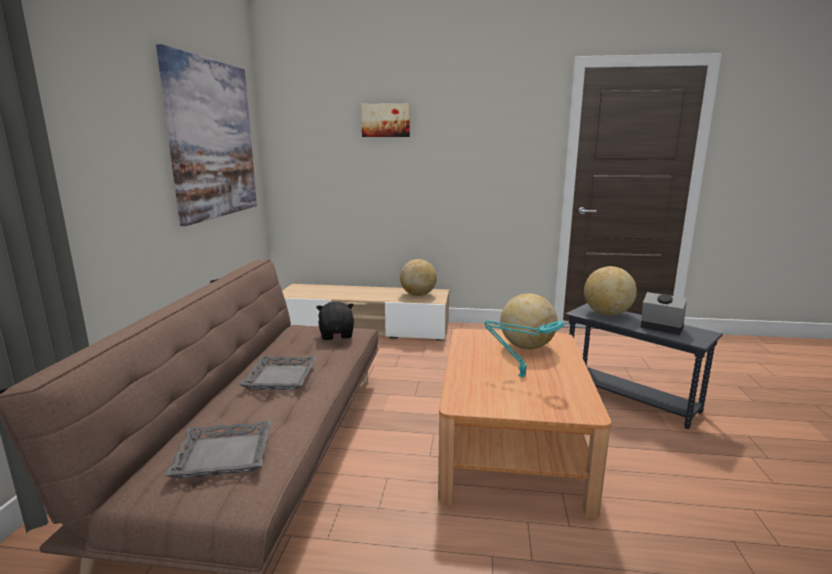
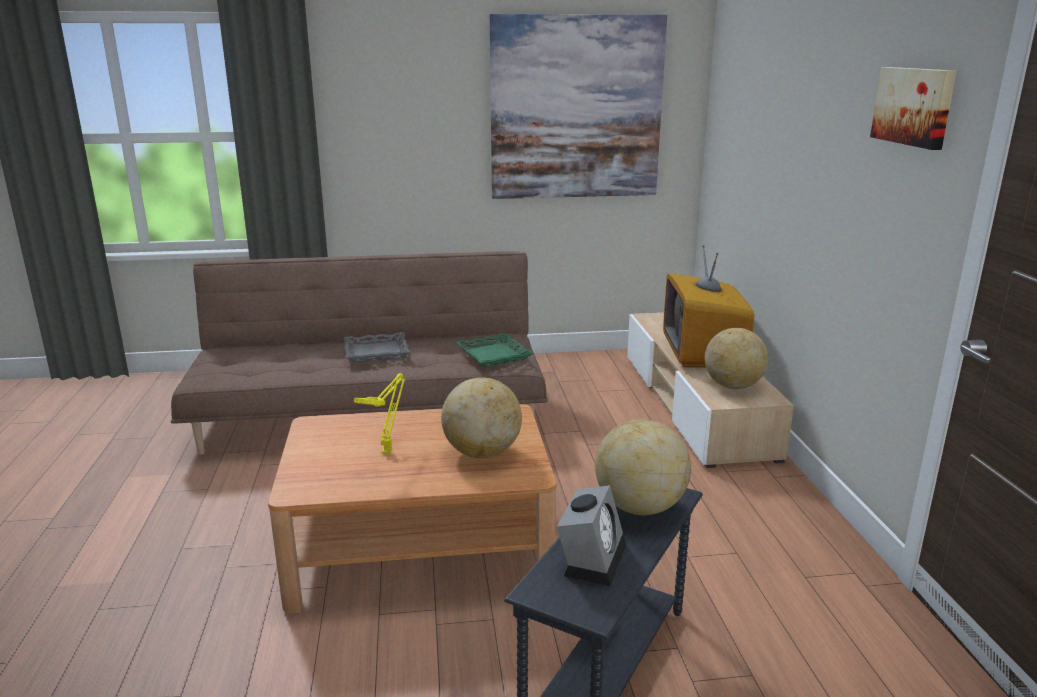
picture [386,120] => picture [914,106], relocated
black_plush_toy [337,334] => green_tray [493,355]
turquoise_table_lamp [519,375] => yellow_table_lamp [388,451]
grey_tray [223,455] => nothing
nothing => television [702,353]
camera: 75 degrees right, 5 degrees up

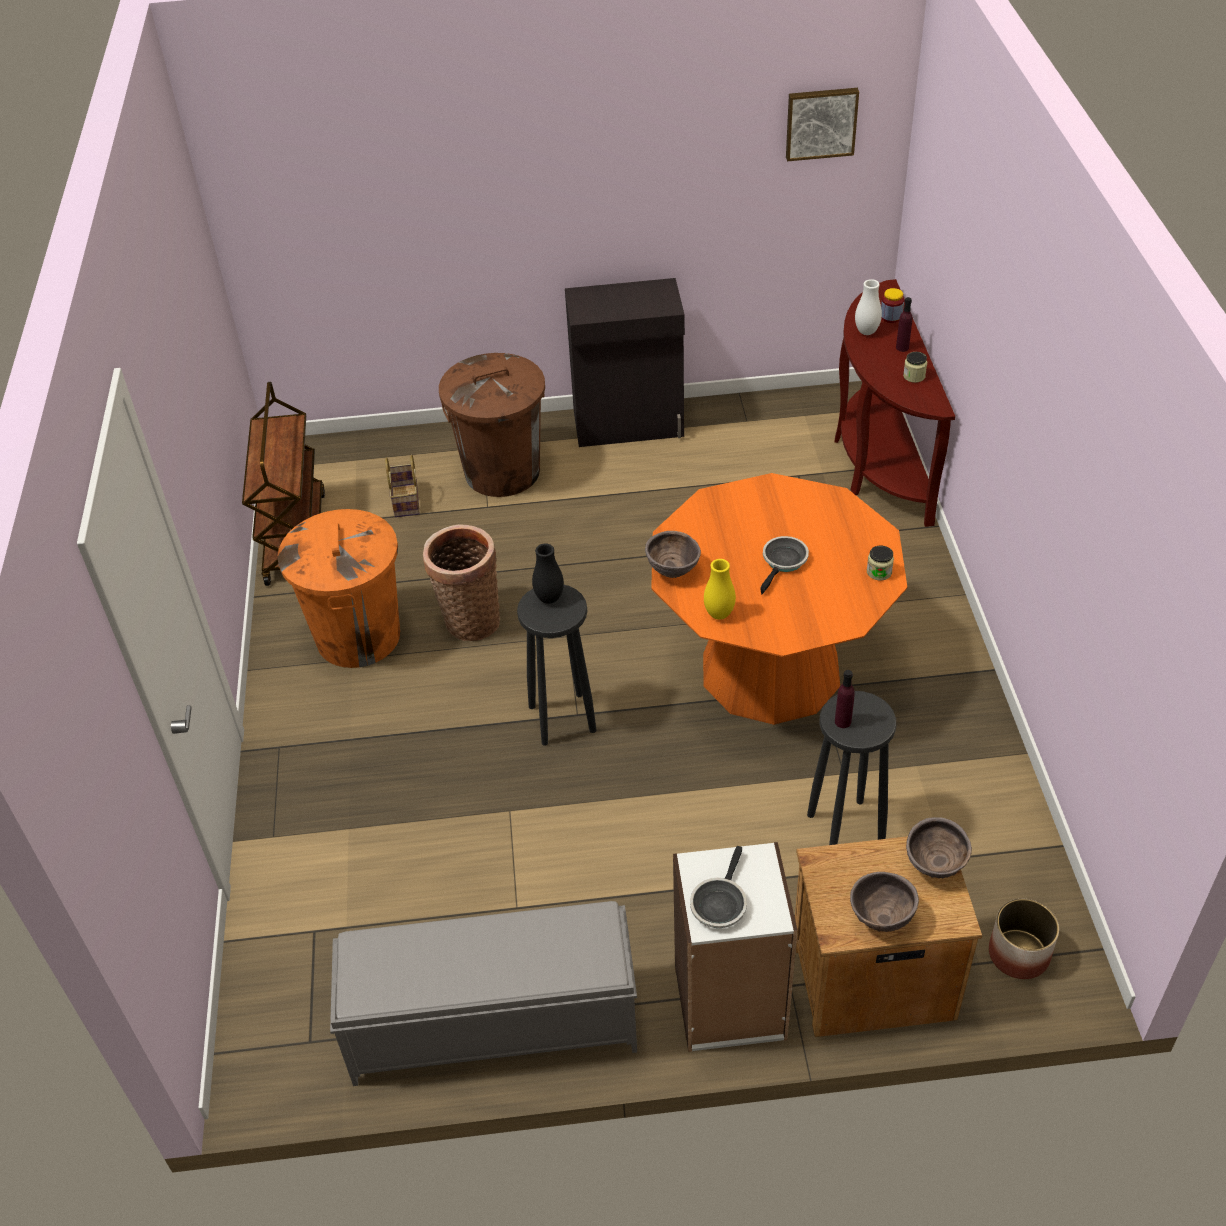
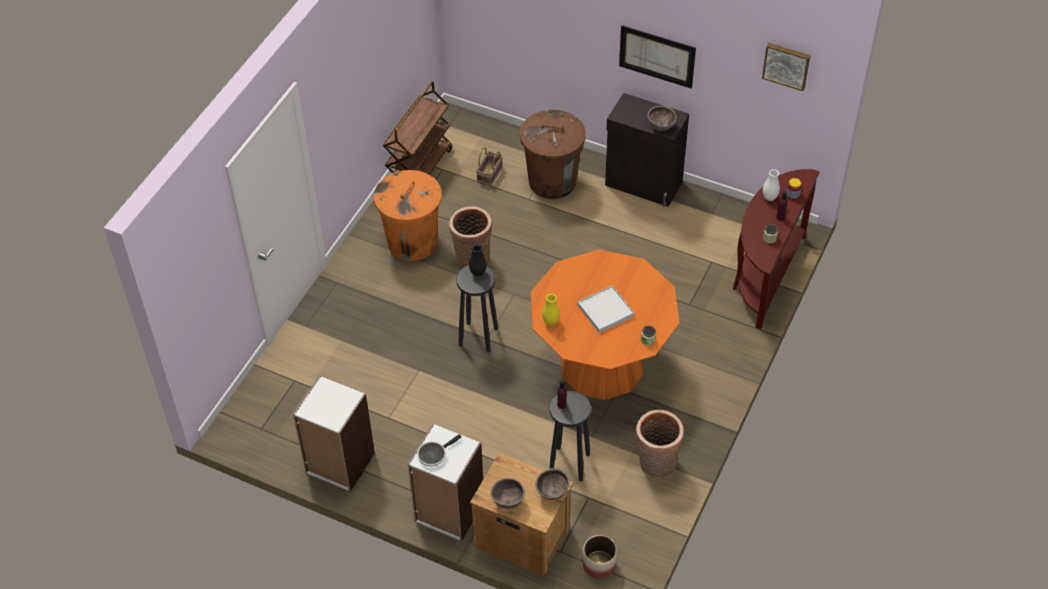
brown_bowl [673,571] => brown_bowl [661,127], relocated
frying_pan [783,562] => white_tray [605,311]
grey_bench [491,1026] => white_bookcase [339,464]
nothing => picture [657,56]
nothing => basket [656,465]
camera: 30 degrees right, 5 degrees up

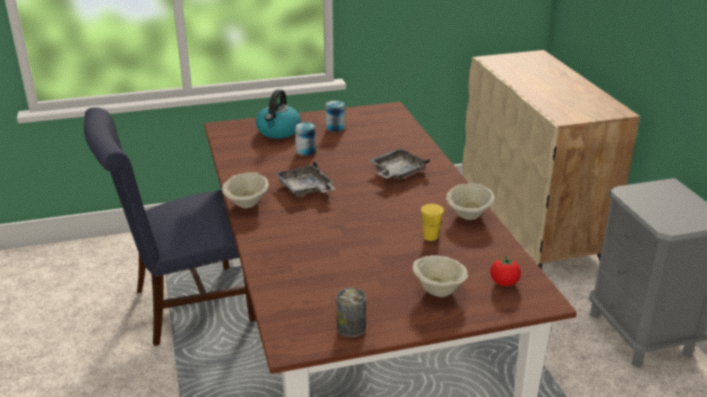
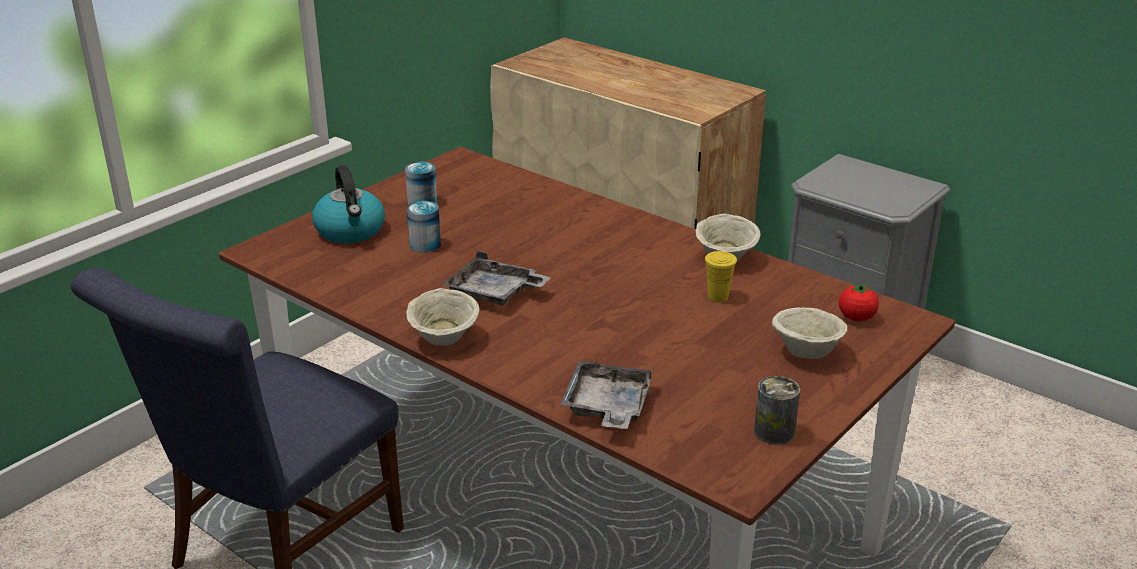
grey_tray [397,172] => grey_tray [607,407], relocated
camera: 35 degrees left, 0 degrees up

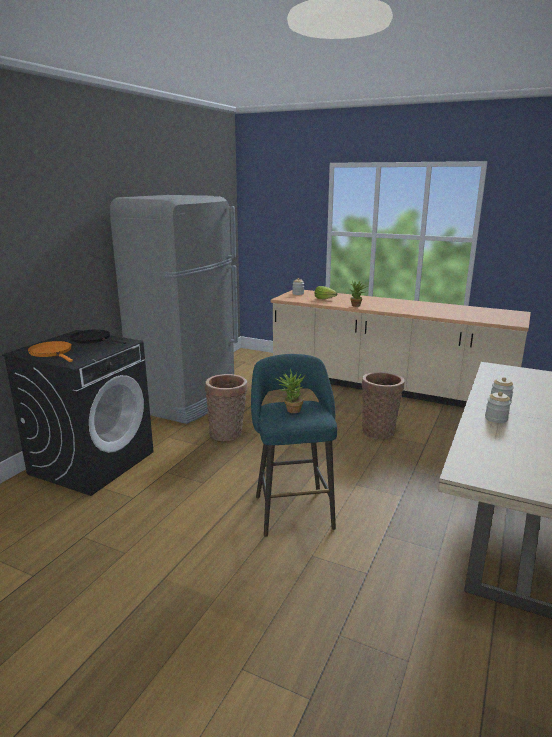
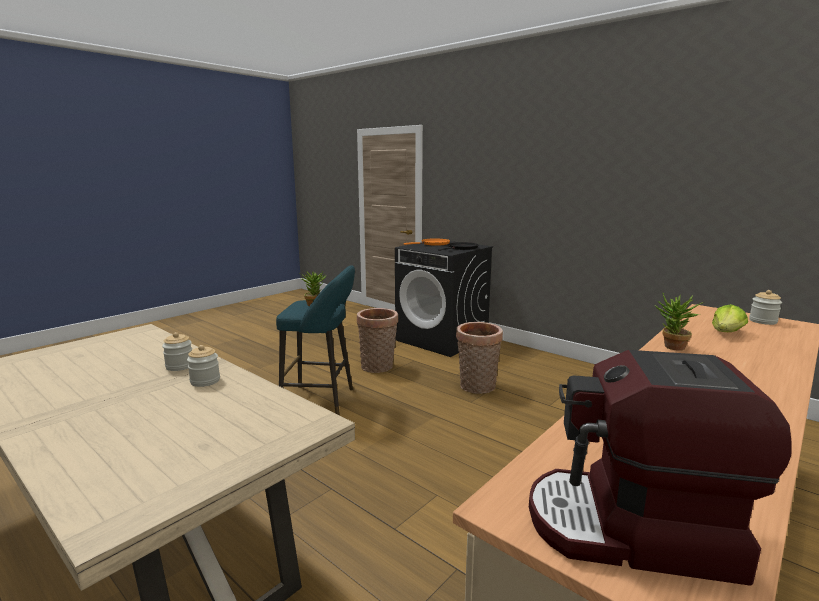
grey_fridge [187,401] => nothing
basket [379,431] => basket [378,367], relocated
nothing => coffee_machine [633,530]
camera: 105 degrees right, 5 degrees down

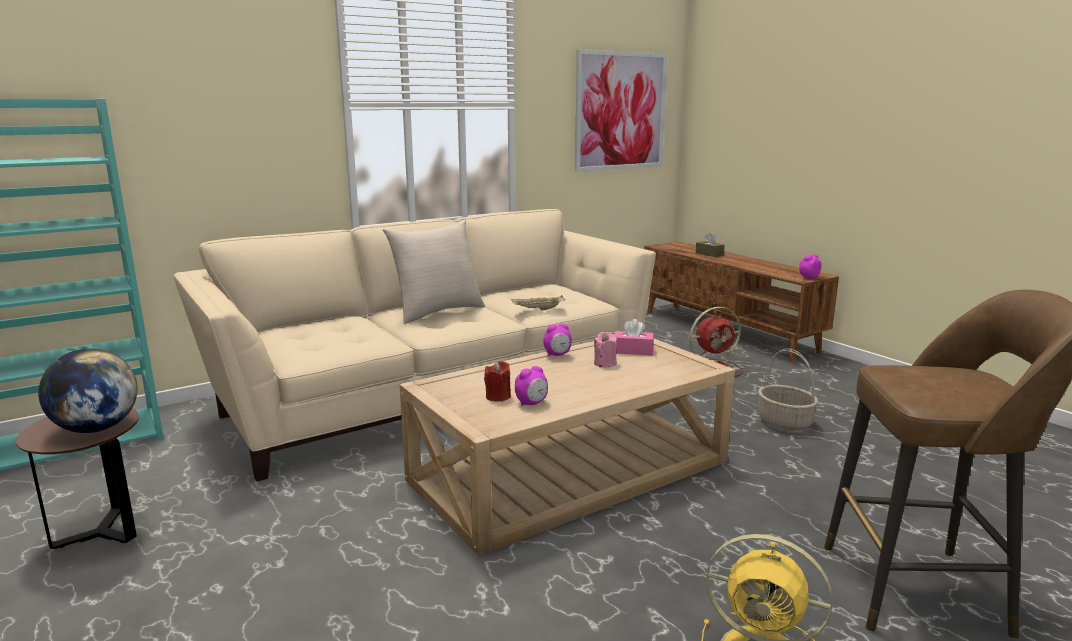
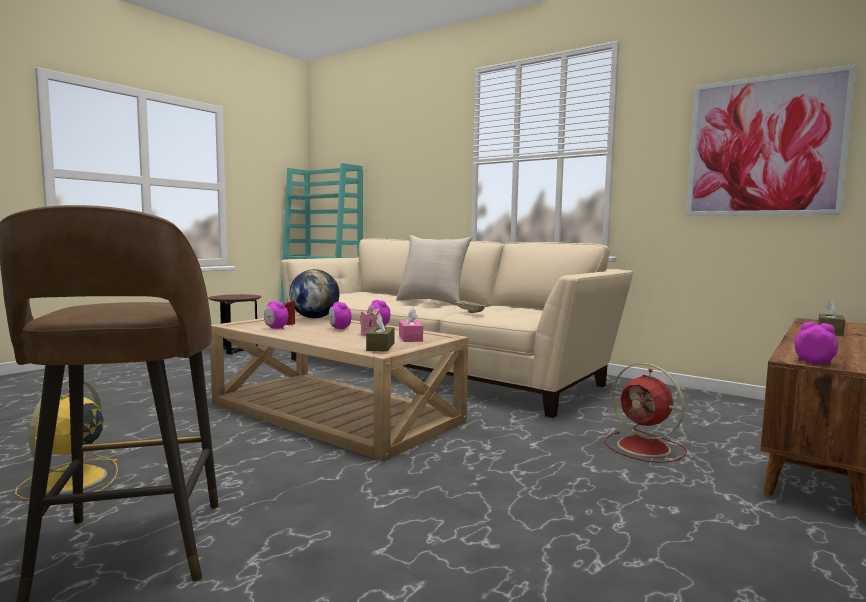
globe [96,429] => globe [314,318], relocated
basket [785,422] => nothing
nothing => alarm_clock [339,329]
nothing => brown_tissue_box [380,347]
camera: 70 degrees right, 10 degrees down

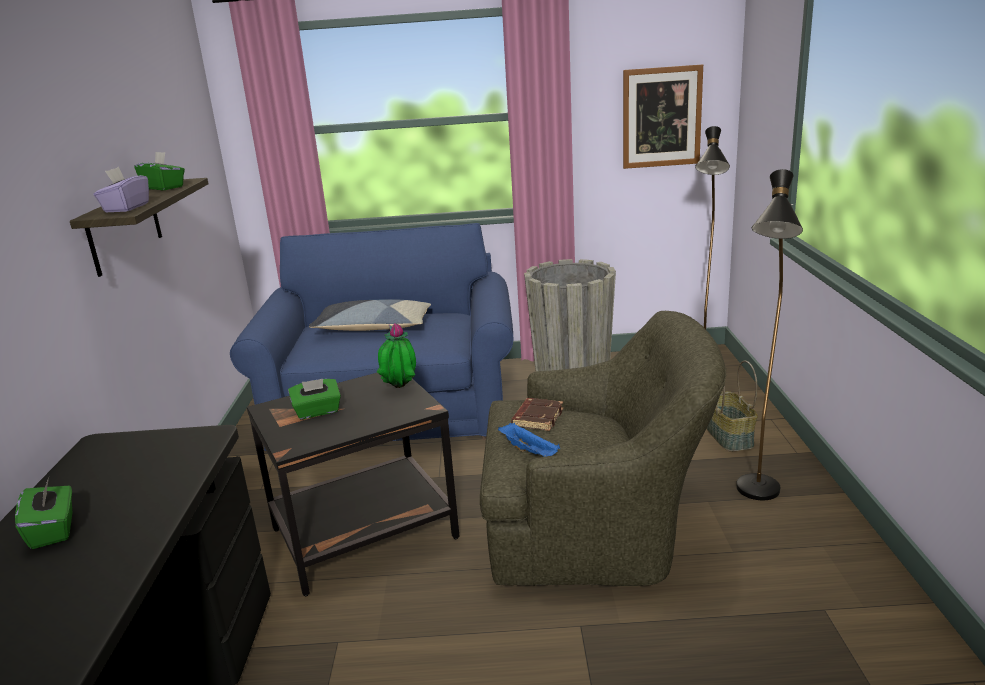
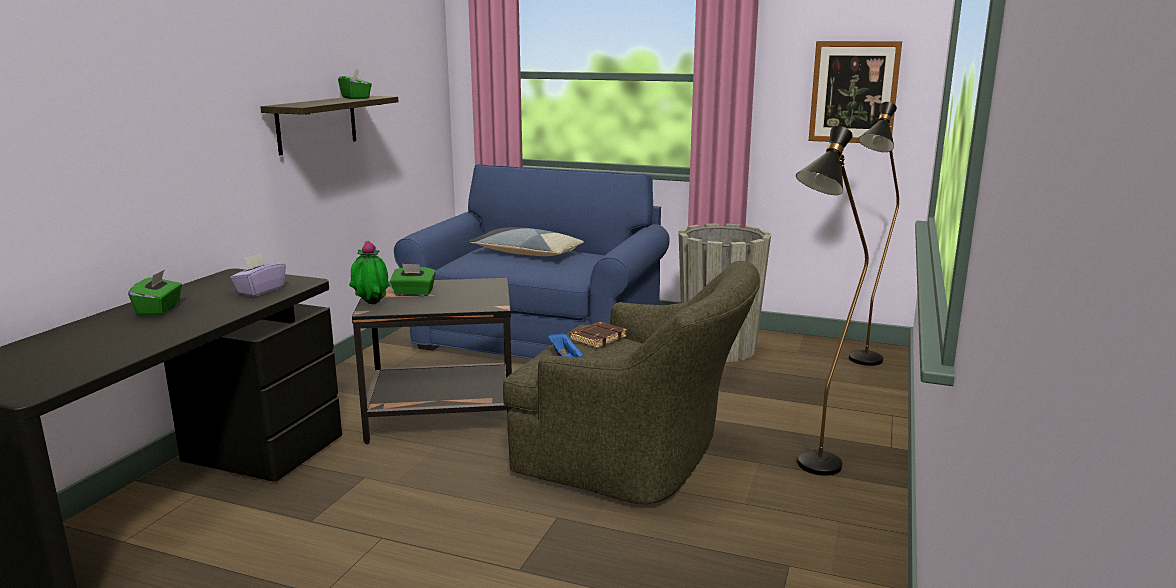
purple_tissue_box [126,208] => purple_tissue_box [260,291], relocated
potted_plant [400,389] => potted_plant [371,305], relocated
basket [730,436] => nothing
camera: 20 degrees right, 5 degrees down

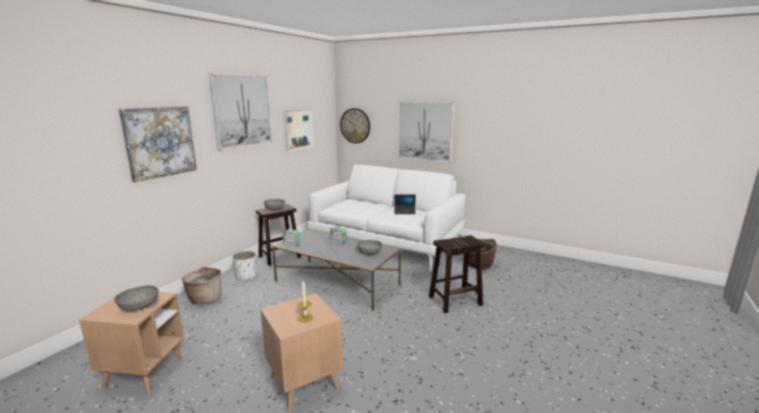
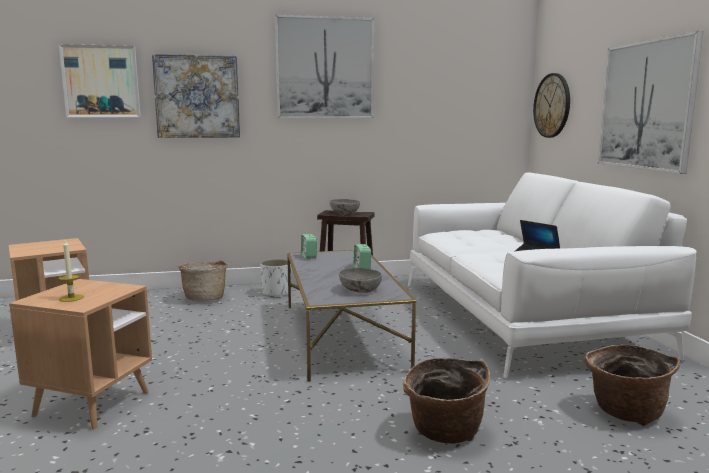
picture [298,129] => picture [101,81], relocated
brown_stool [454,301] => basket [444,433]
grey_bowl [139,306] => nothing
camera: 50 degrees right, 5 degrees down

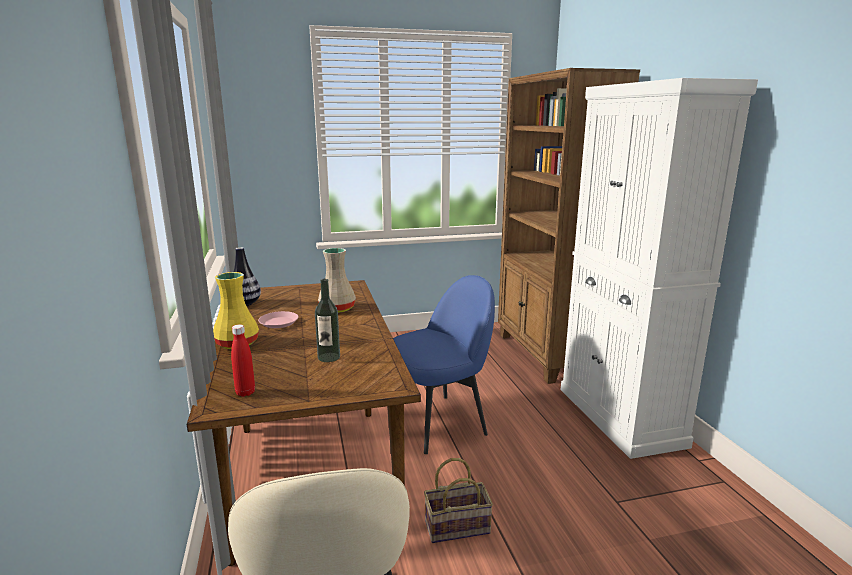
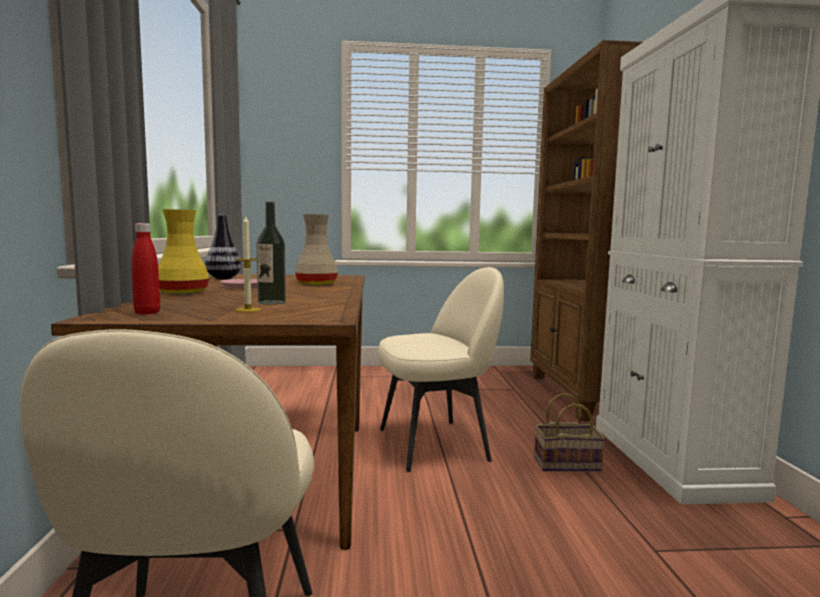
blue_chair [439,422] => beige_chair [436,443]
basket [458,526] => basket [568,463], relocated
nothing => candle [248,310]
camera: 10 degrees right, 10 degrees down

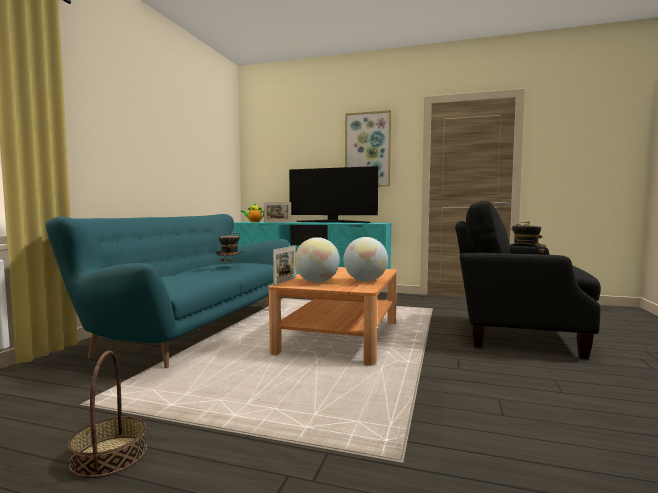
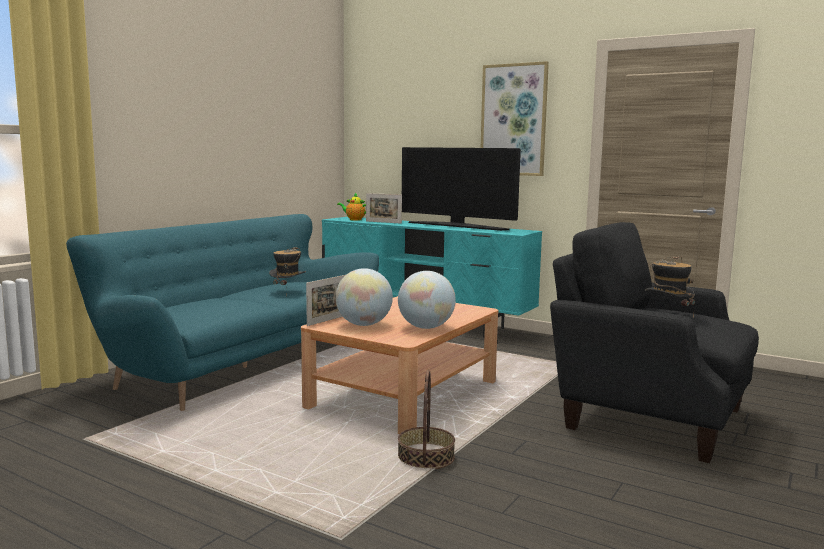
basket [109,456] => basket [425,456], relocated
camera: 15 degrees right, 5 degrees up

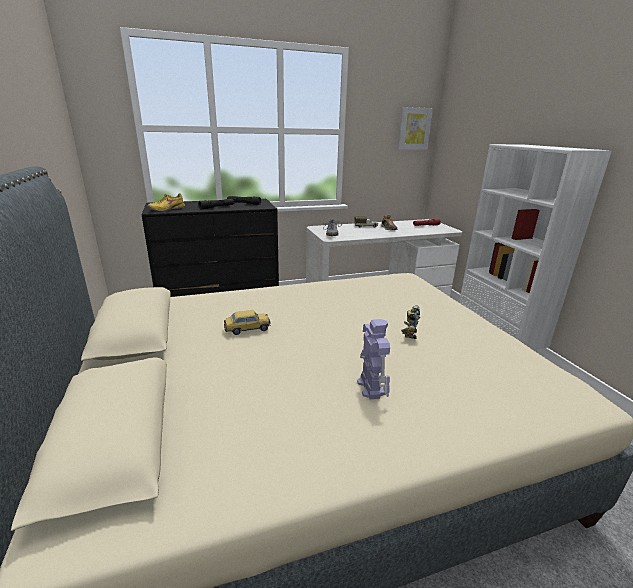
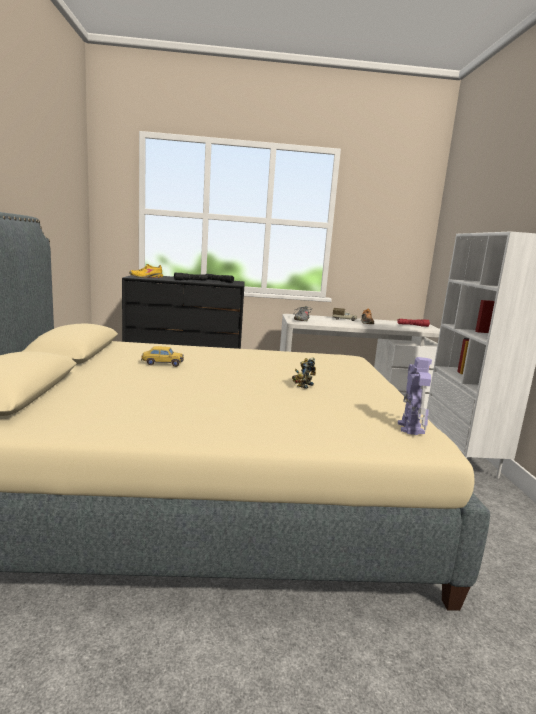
picture [414,128] => nothing
toy_robot [370,387] => toy_robot [410,427], relocated
camera: 15 degrees right, 10 degrees down

